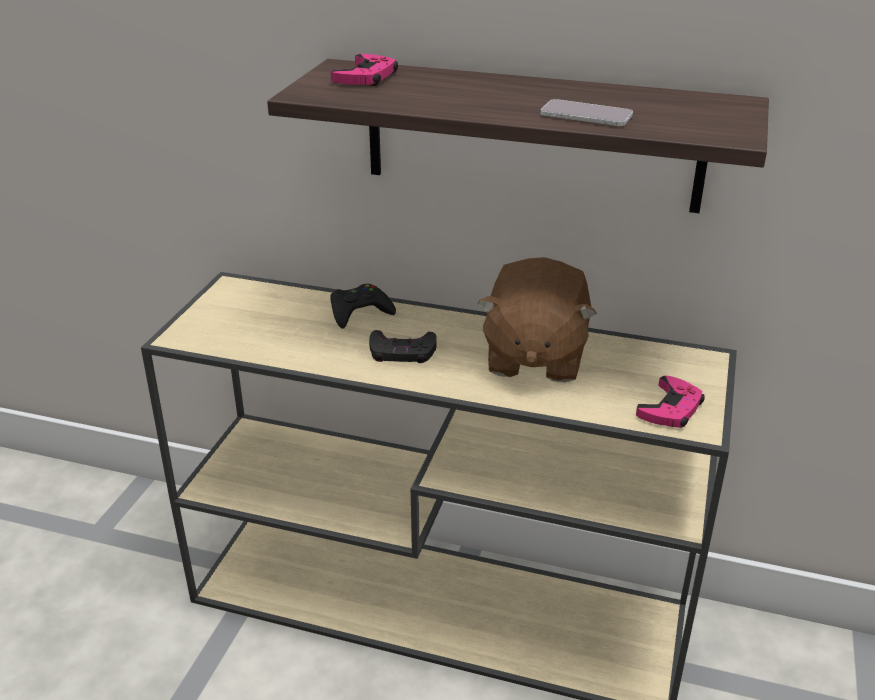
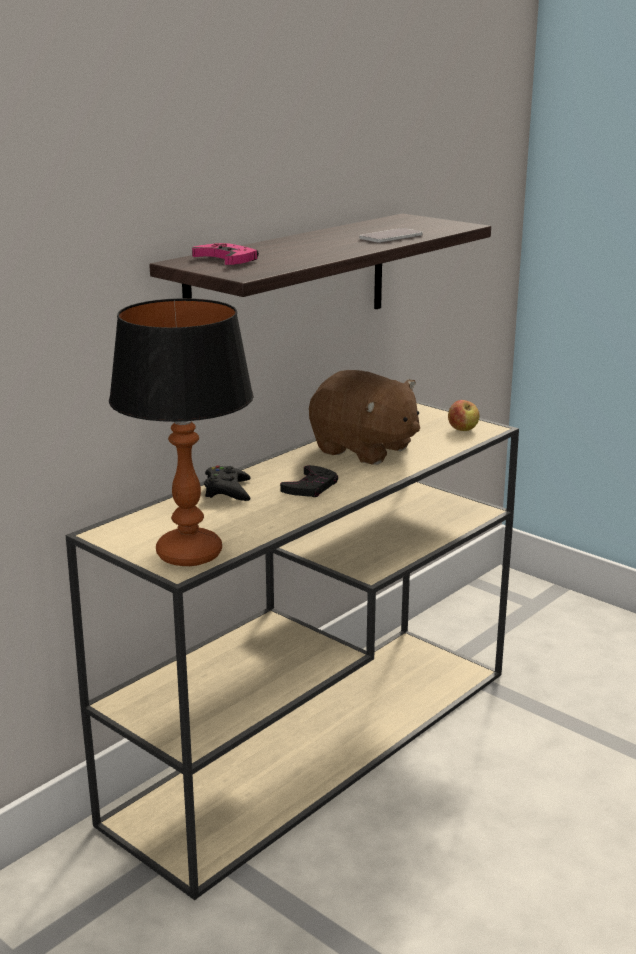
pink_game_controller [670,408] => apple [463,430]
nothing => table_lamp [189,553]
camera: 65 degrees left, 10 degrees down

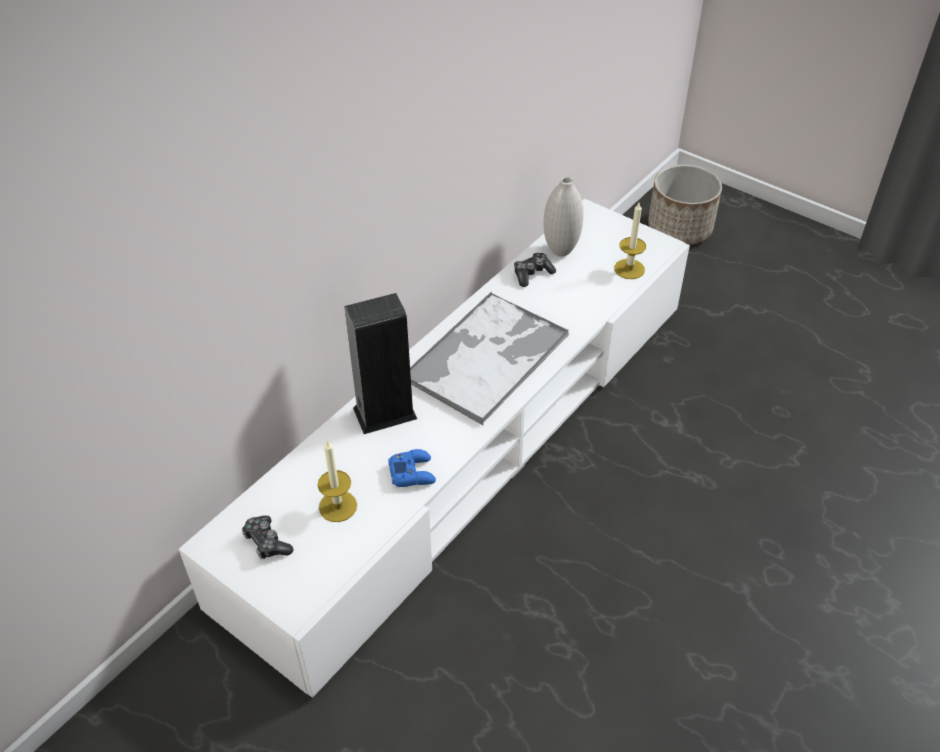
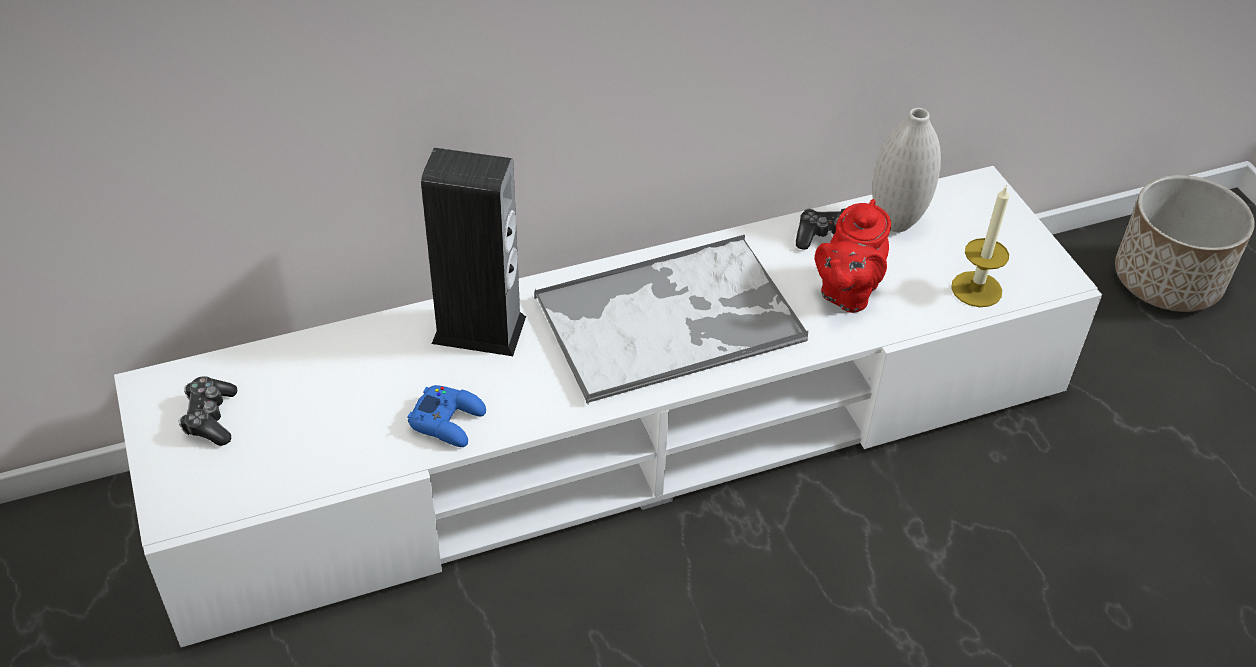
candle [338,506] => nothing
nothing => red_teapot [846,293]
camera: 30 degrees right, 0 degrees up

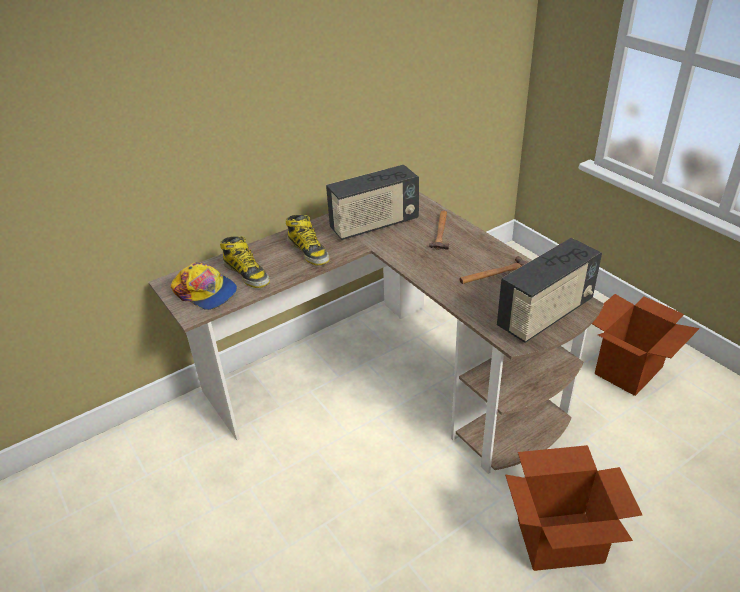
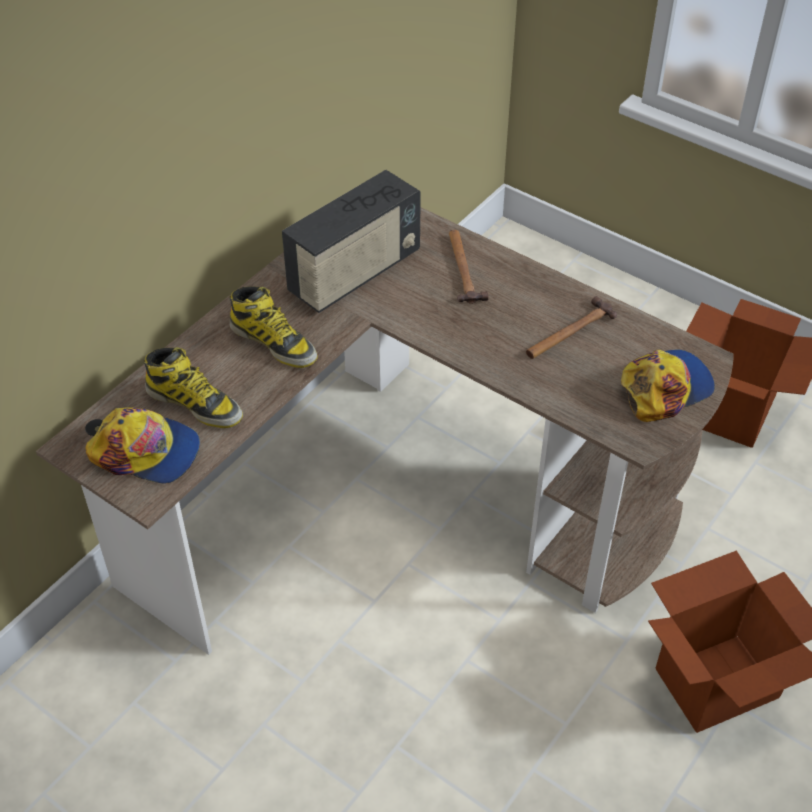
radio [545,315] => cap [665,388]
camera: 20 degrees left, 10 degrees up

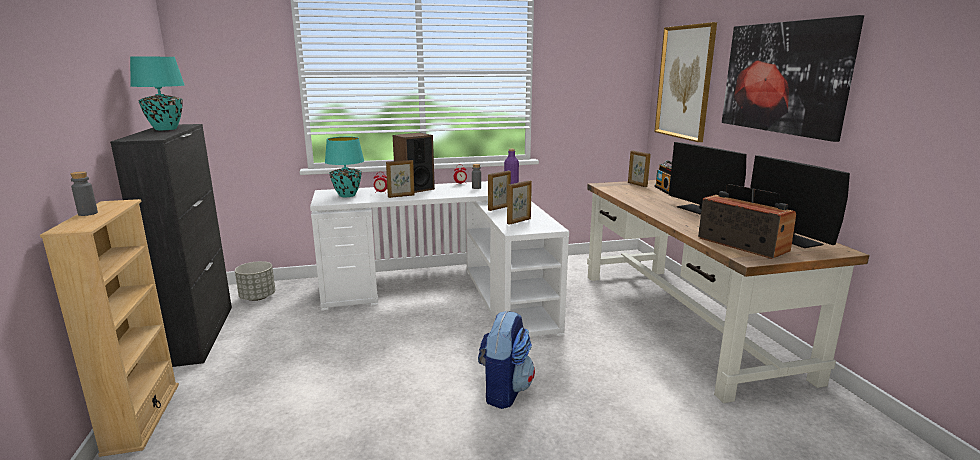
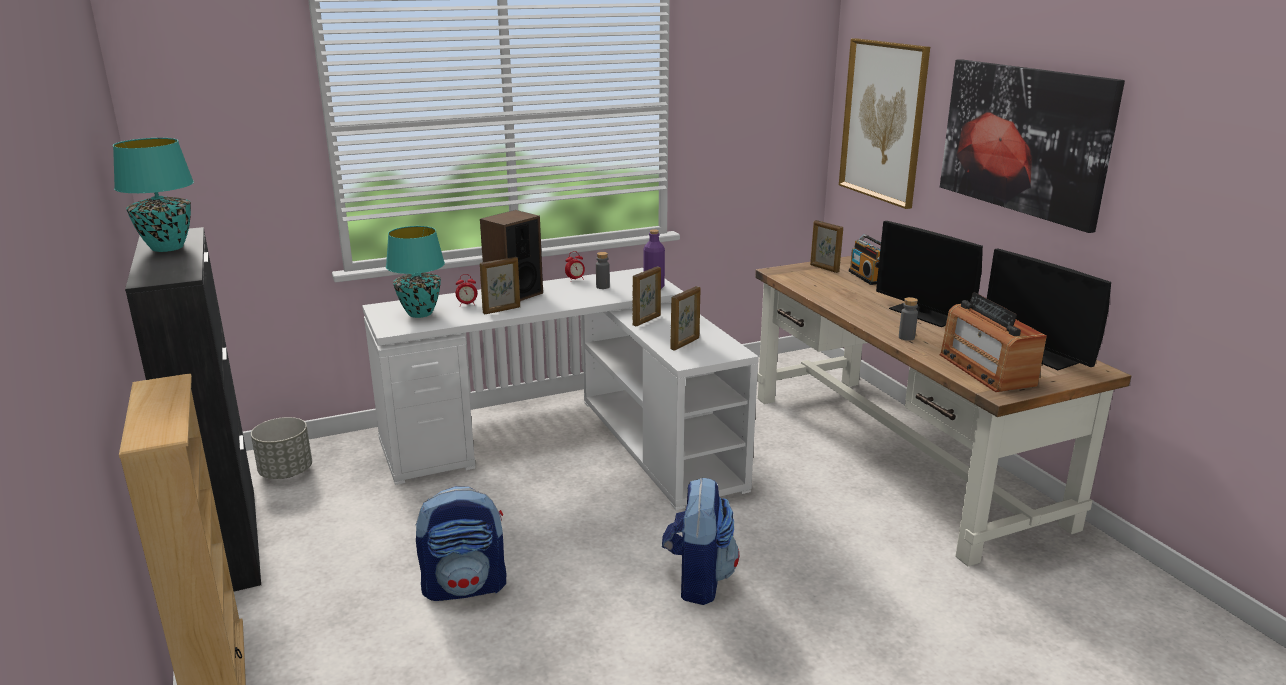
grey_bottle [88,213] => grey_bottle [906,337], relocated
radio [742,244] => radio [986,370], 150 degrees counterclockwise
nothing => backpack [465,586]
camera: 10 degrees left, 5 degrees up

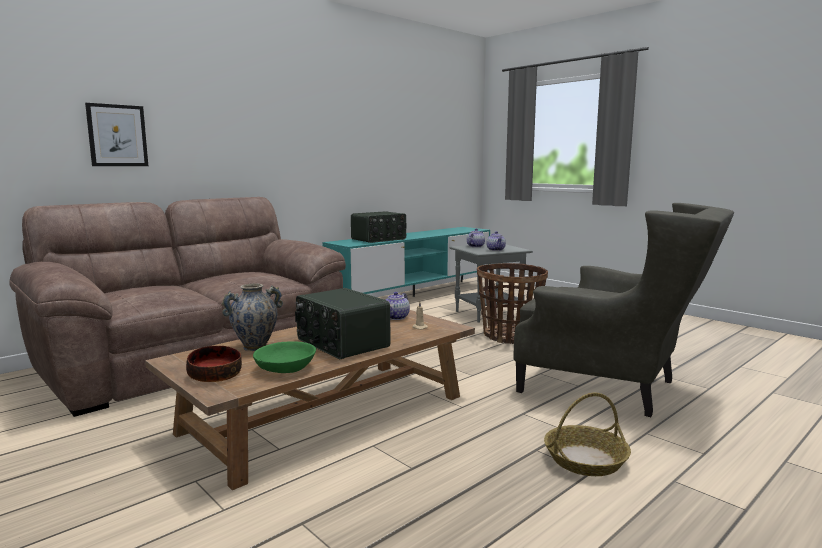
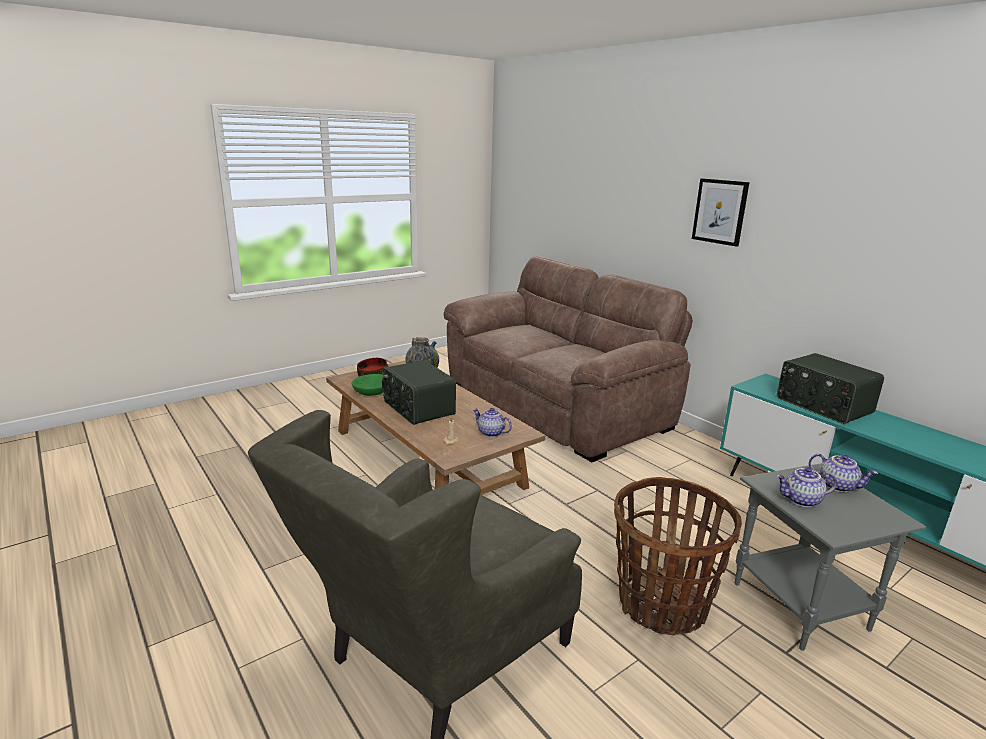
picture [117,135] => picture [720,211], relocated
radio [341,344] => radio [417,408], 90 degrees counterclockwise
basket [585,460] => nothing
camera: 95 degrees right, 10 degrees up

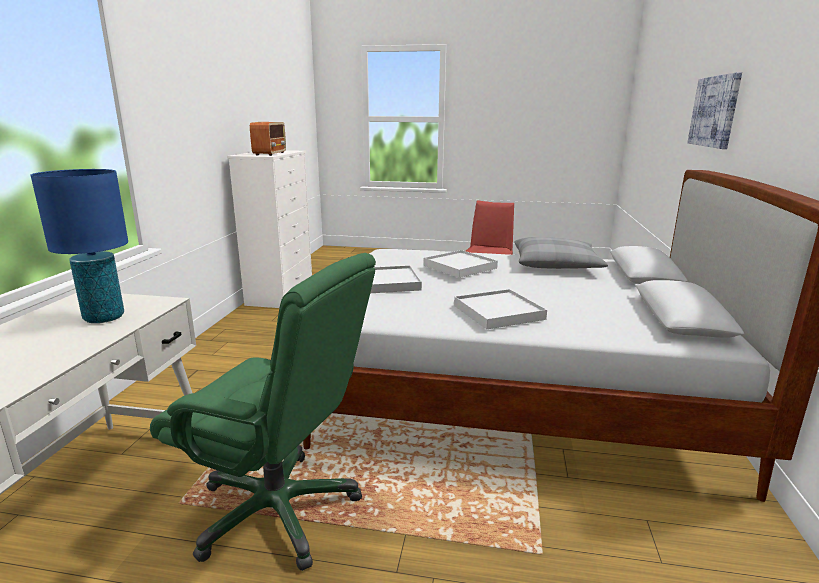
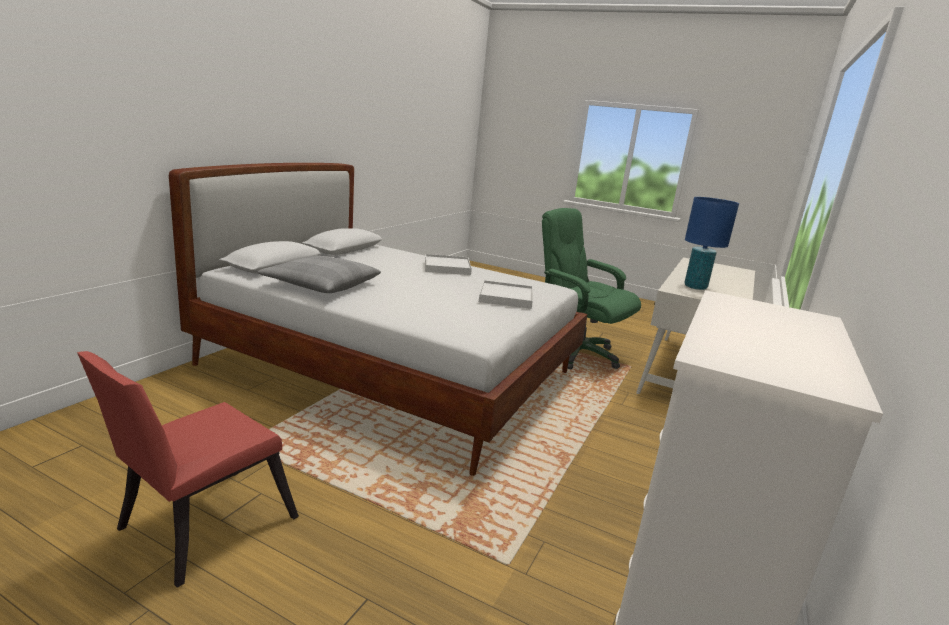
picture [714,111] => nothing
radio [270,154] => nothing
white_tray [460,267] => nothing
camera: 165 degrees left, 0 degrees up

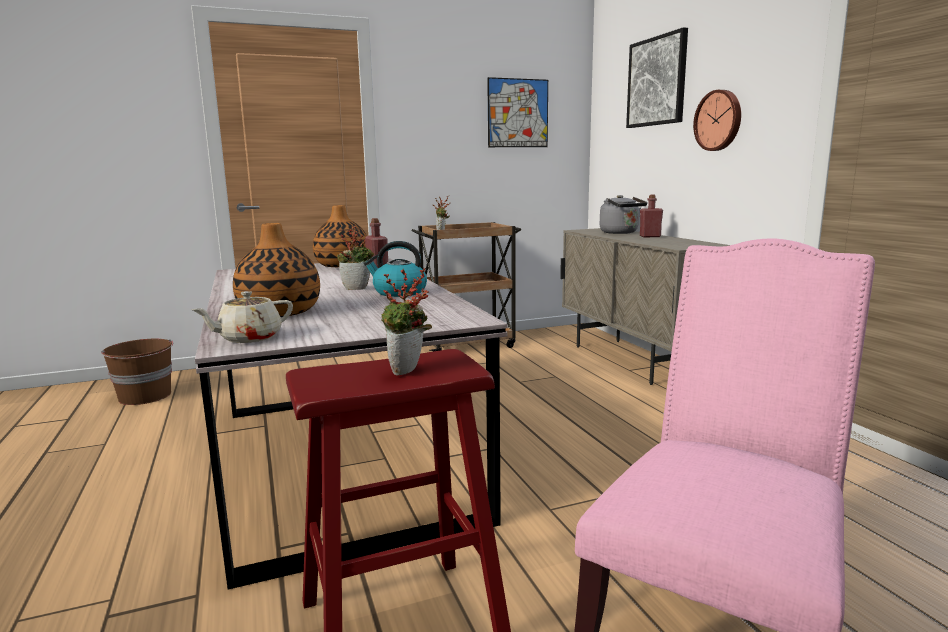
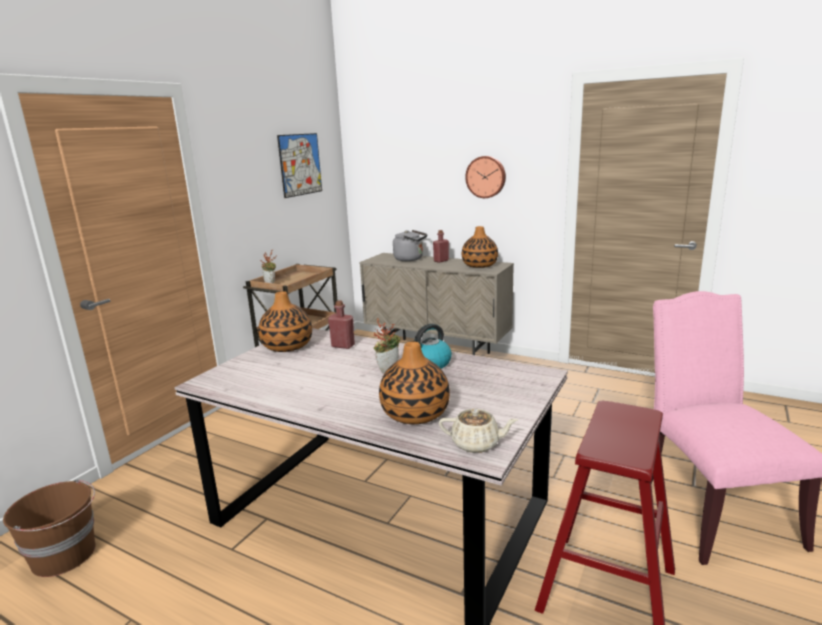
picture [657,81] => nothing
potted_plant [408,372] => nothing
beige_teapot [249,338] => beige_teapot [476,444], 90 degrees counterclockwise
nothing => vase [479,265]
camera: 40 degrees left, 5 degrees up

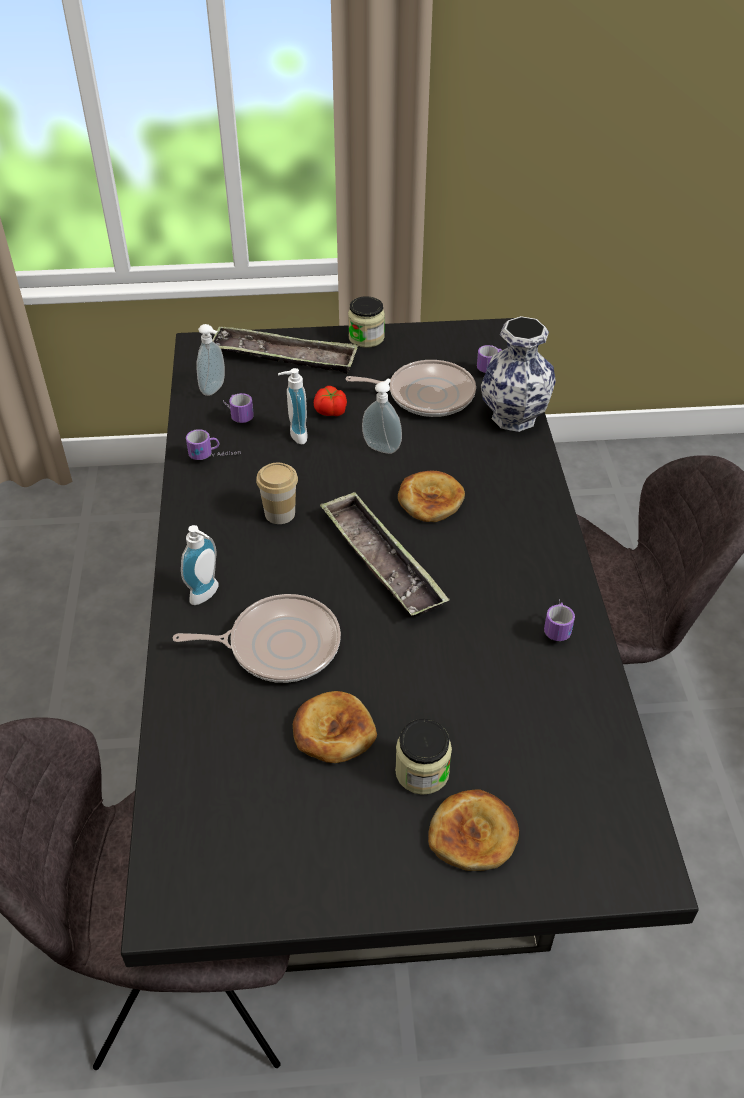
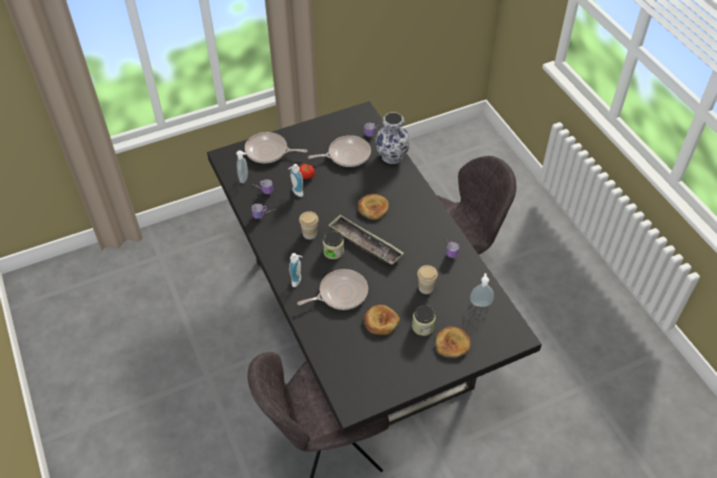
jar [366,338] => jar [333,251], relocated
tray [284,356] => frying_pan [269,151]
soap_dispenser [382,447] => soap_dispenser [480,303], relocated
nothing => cup [426,288]
camera: 20 degrees left, 5 degrees up

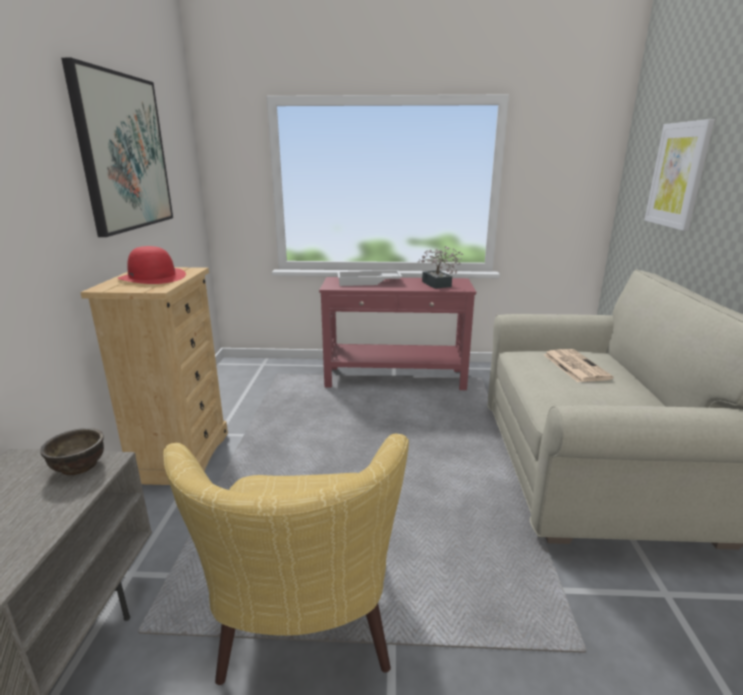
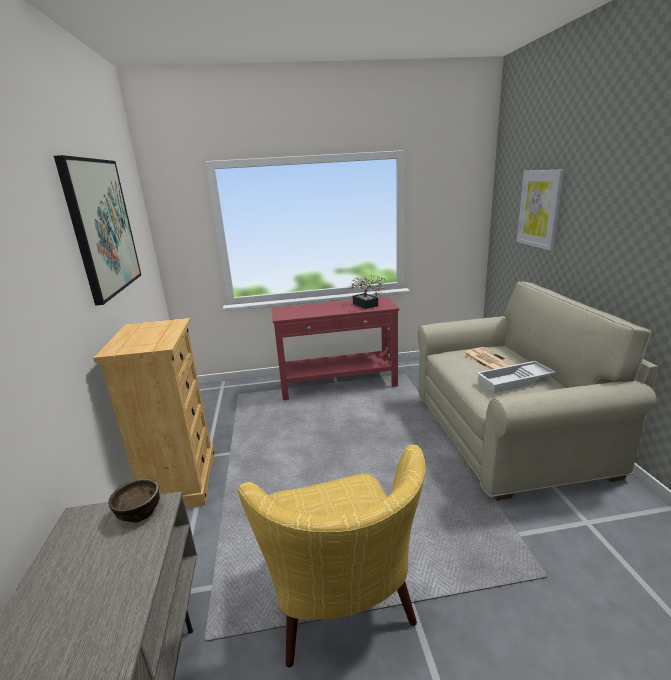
red_hat [153,277] => nothing
white_tray [368,282] => white_tray [515,381], relocated
camera: 10 degrees left, 0 degrees up

